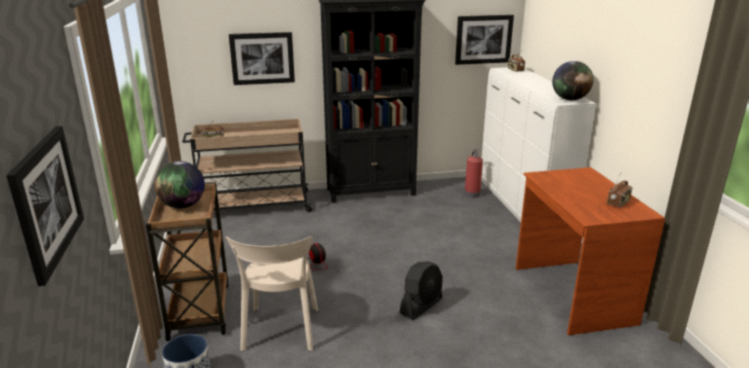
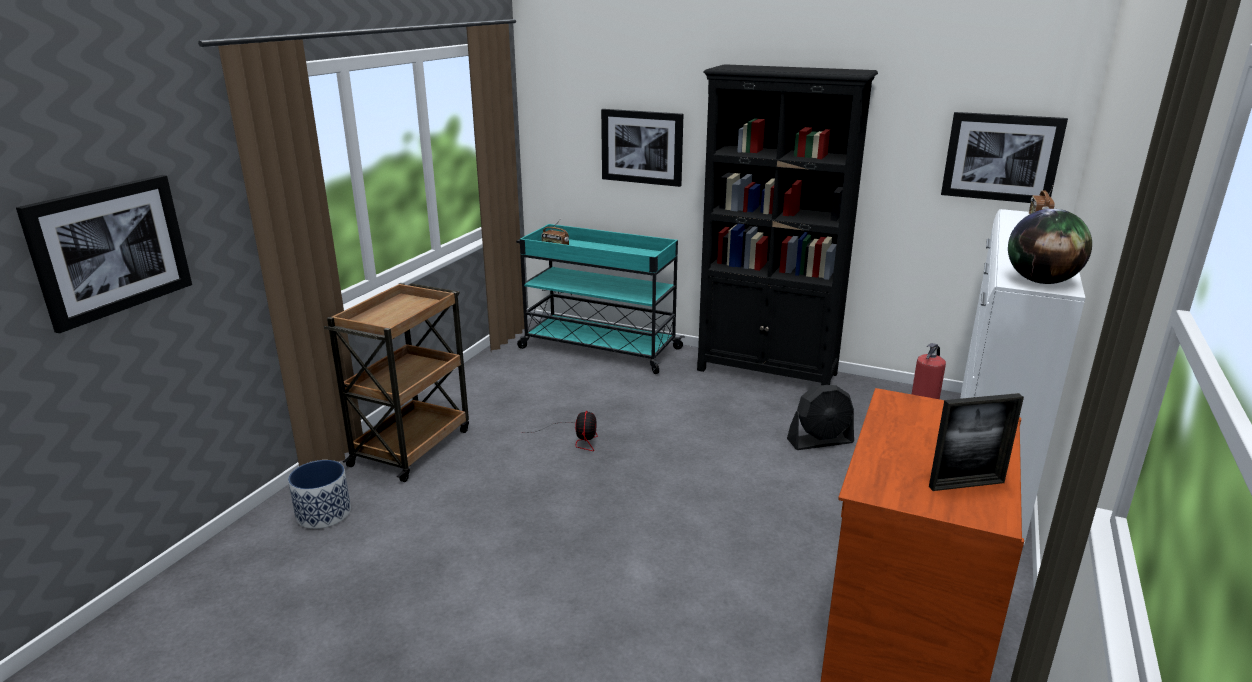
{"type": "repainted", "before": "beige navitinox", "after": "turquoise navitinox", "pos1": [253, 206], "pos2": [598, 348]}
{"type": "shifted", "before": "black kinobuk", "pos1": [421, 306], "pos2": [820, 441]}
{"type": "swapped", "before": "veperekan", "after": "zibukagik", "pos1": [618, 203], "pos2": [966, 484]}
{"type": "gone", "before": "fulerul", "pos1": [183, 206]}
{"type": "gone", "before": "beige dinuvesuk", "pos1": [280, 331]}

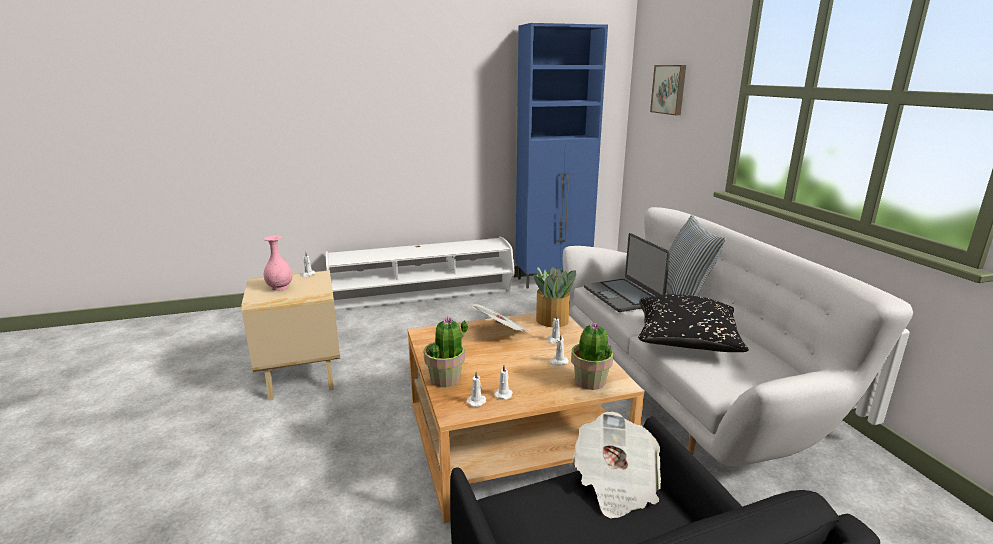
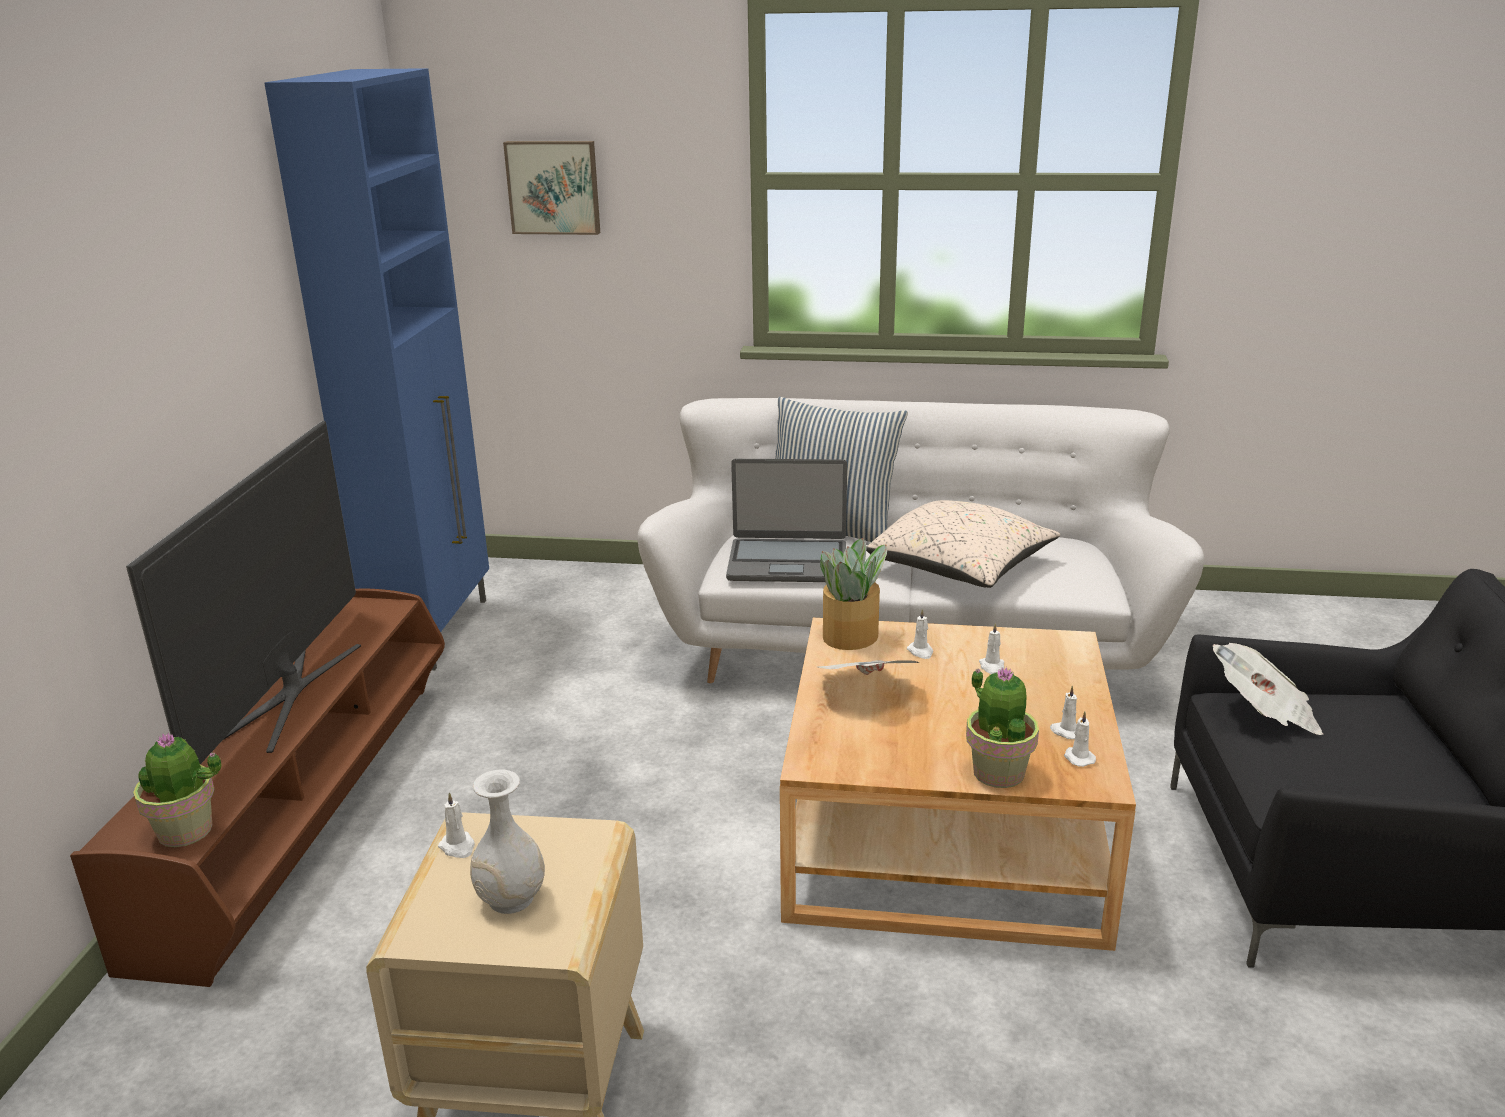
{"type": "repainted", "before": "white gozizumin", "after": "brown gozizumin", "pos1": [423, 296], "pos2": [308, 811]}
{"type": "new", "after": "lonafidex", "pos2": [287, 693]}
{"type": "shifted", "before": "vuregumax", "pos1": [590, 382], "pos2": [186, 831]}
{"type": "repainted", "before": "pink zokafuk", "after": "white zokafuk", "pos1": [280, 287], "pos2": [511, 898]}
{"type": "repainted", "before": "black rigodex", "after": "beige rigodex", "pos1": [686, 341], "pos2": [961, 568]}

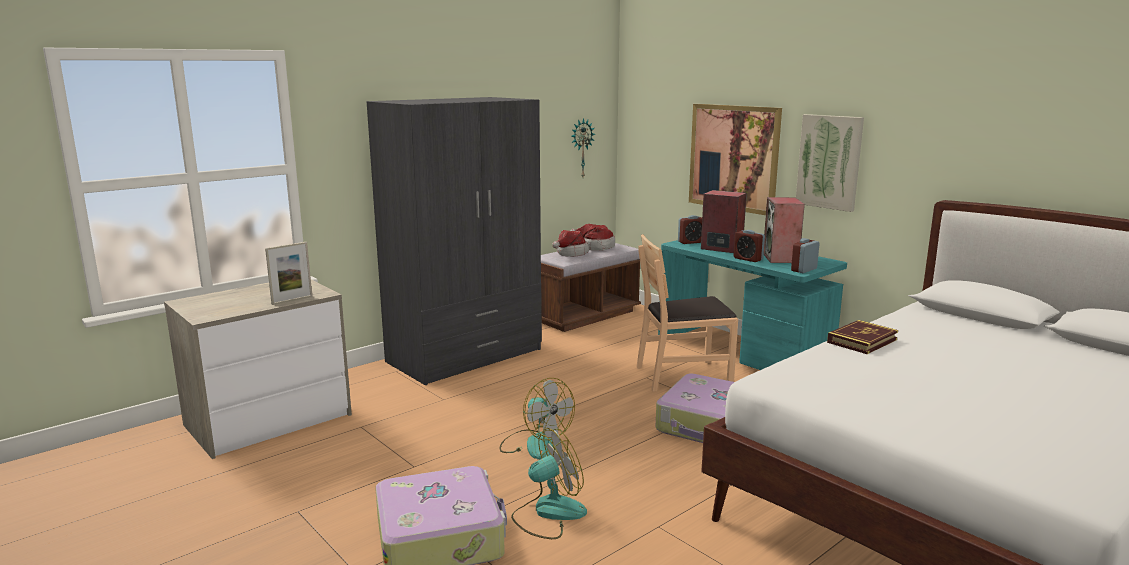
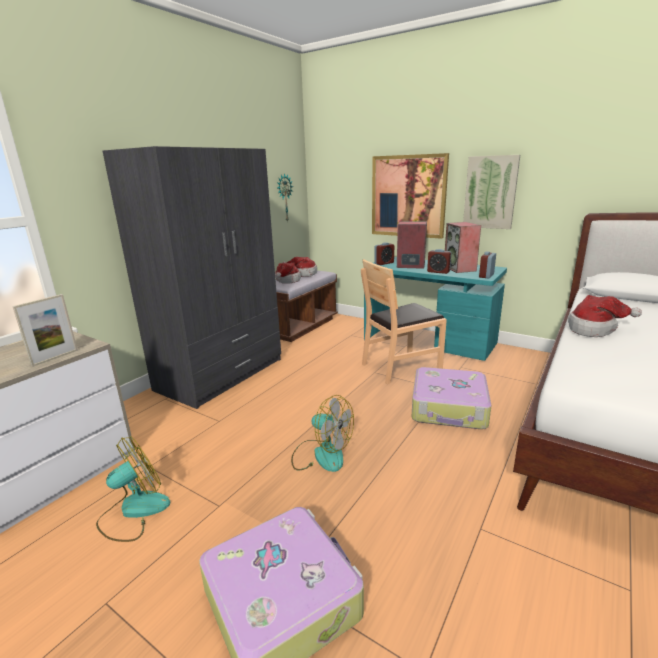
{"type": "shifted", "before": "kinobuk", "pos1": [548, 513], "pos2": [134, 511]}
{"type": "swapped", "before": "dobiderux", "after": "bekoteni", "pos1": [862, 341], "pos2": [594, 329]}

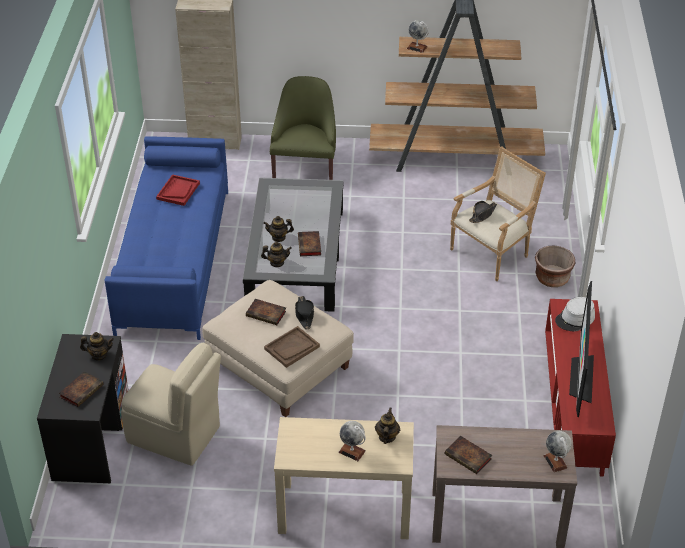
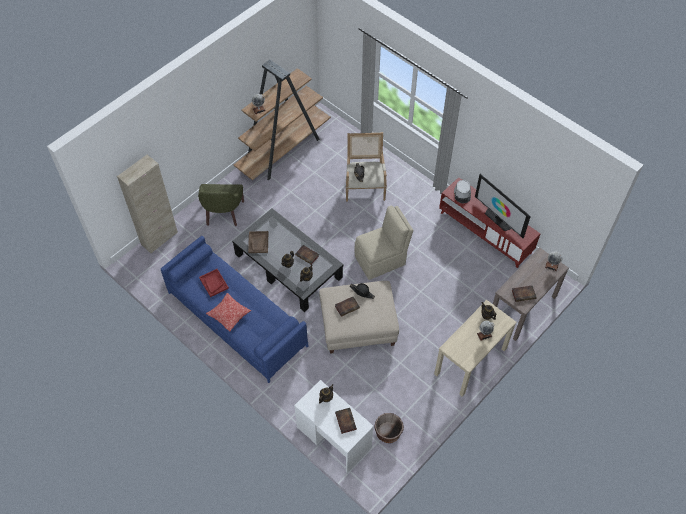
{"type": "rotated", "before": "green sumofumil", "pos1": [305, 166], "pos2": [223, 213], "turn": -135}
{"type": "new", "after": "rigodex", "pos2": [229, 315]}
{"type": "shifted", "before": "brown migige", "pos1": [292, 348], "pos2": [258, 242]}
{"type": "repainted", "before": "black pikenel", "after": "white pikenel", "pos1": [91, 438], "pos2": [333, 437]}
{"type": "shifted", "before": "beige dinuvesuk", "pos1": [175, 435], "pos2": [381, 260]}
{"type": "shifted", "before": "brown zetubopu", "pos1": [552, 278], "pos2": [388, 433]}

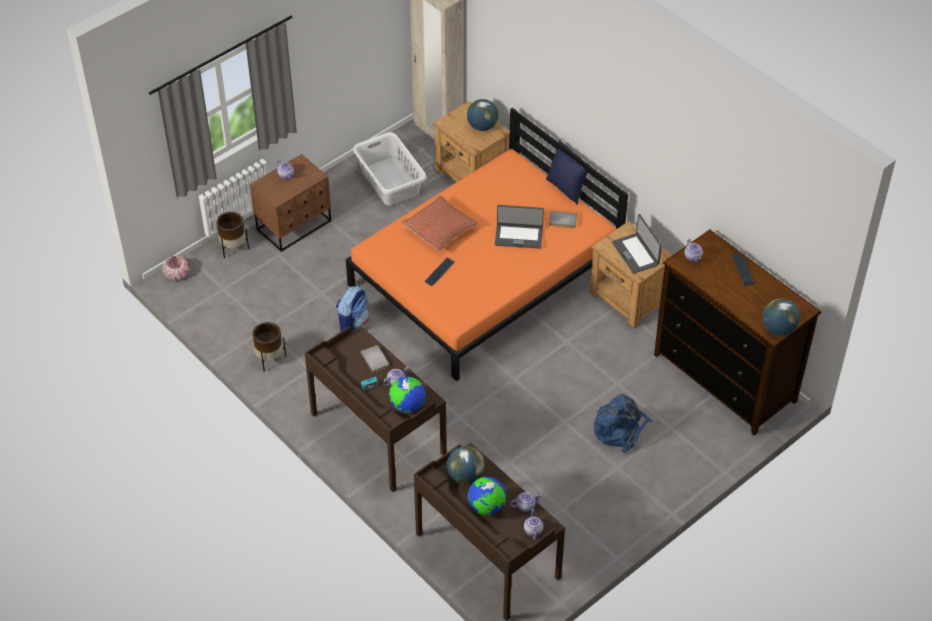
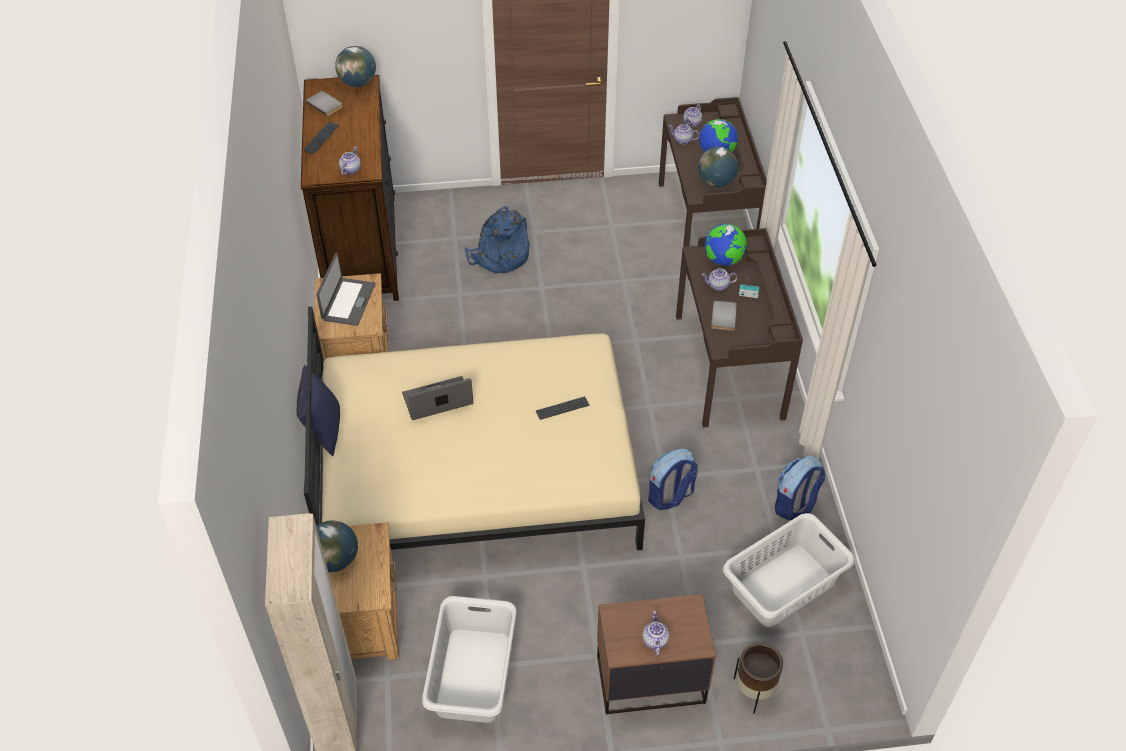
{"type": "repainted", "before": "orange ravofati", "after": "beige ravofati", "pos1": [486, 276], "pos2": [476, 470]}
{"type": "shifted", "before": "grey dobiderux", "pos1": [562, 221], "pos2": [325, 104]}
{"type": "rotated", "before": "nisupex", "pos1": [519, 236], "pos2": [438, 400], "turn": -60}
{"type": "new", "after": "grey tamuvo", "pos2": [782, 585]}
{"type": "swapped", "before": "brown zetubopu", "after": "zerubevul", "pos1": [270, 359], "pos2": [795, 505]}
{"type": "gone", "before": "pink zetubopu", "pos1": [176, 274]}
{"type": "gone", "before": "rigodex", "pos1": [439, 230]}

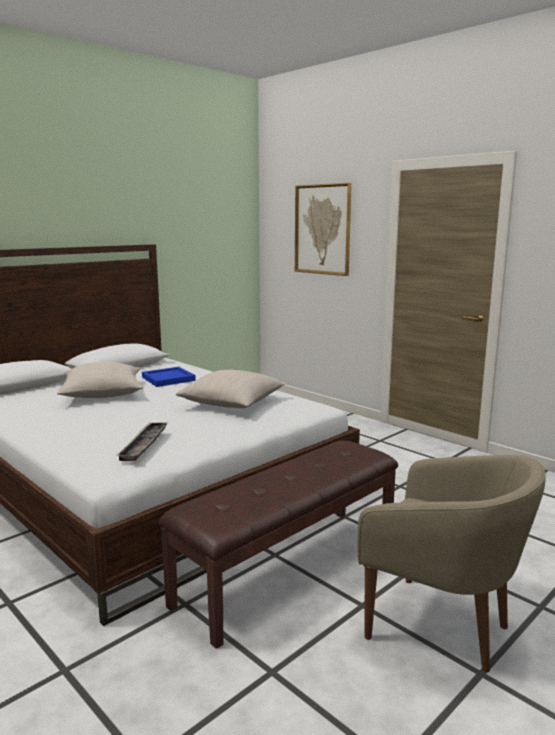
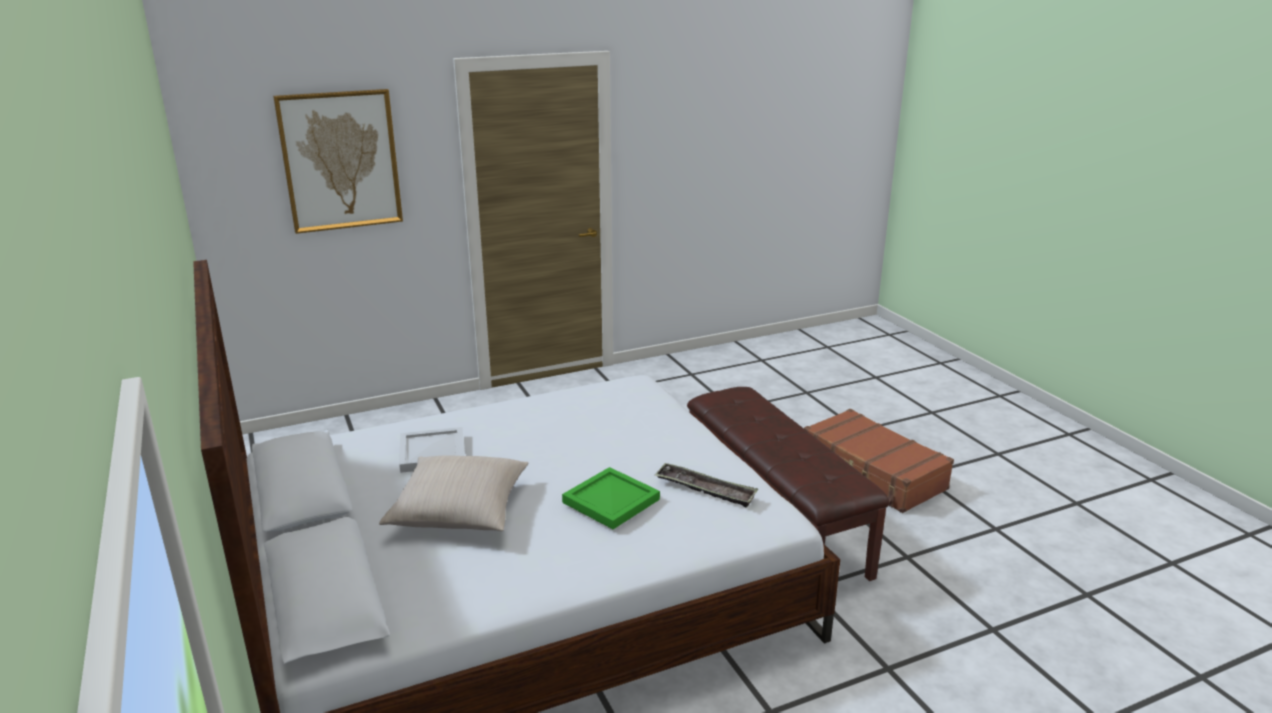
{"type": "repainted", "before": "blue migige", "after": "white migige", "pos1": [168, 378], "pos2": [431, 452]}
{"type": "new", "after": "green migige", "pos2": [611, 502]}
{"type": "swapped", "before": "beige sumofumil", "after": "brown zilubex", "pos1": [442, 627], "pos2": [872, 473]}
{"type": "gone", "before": "beige rigodex", "pos1": [232, 403]}

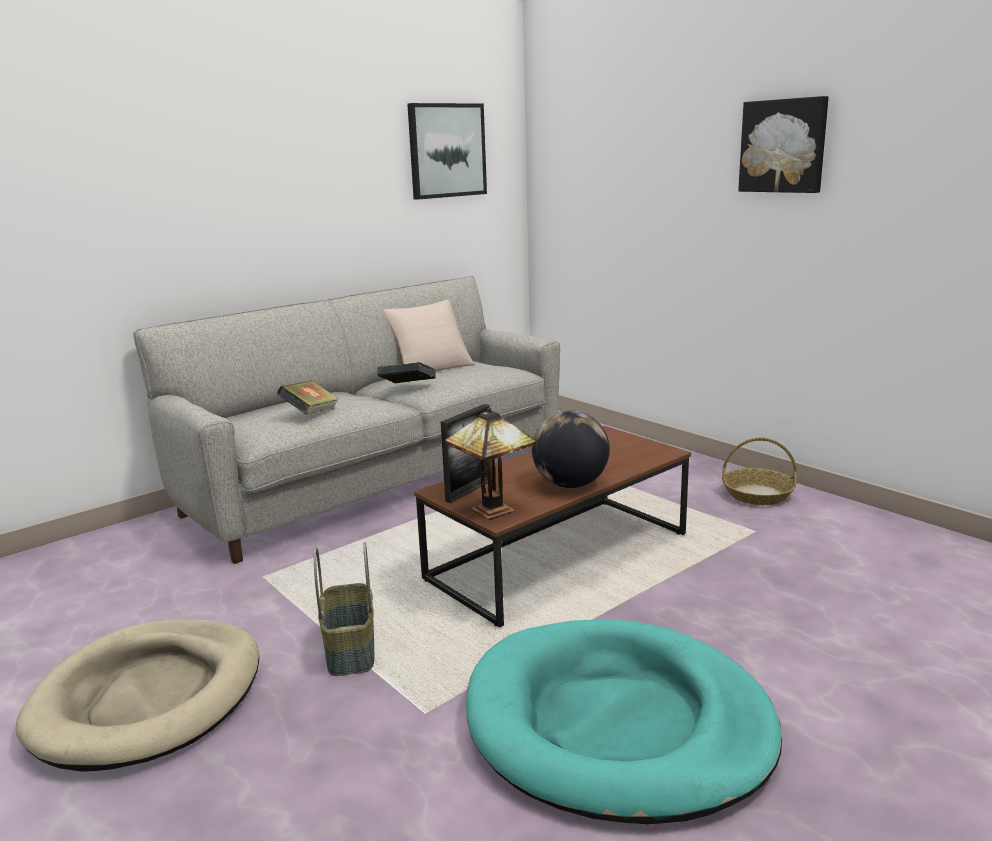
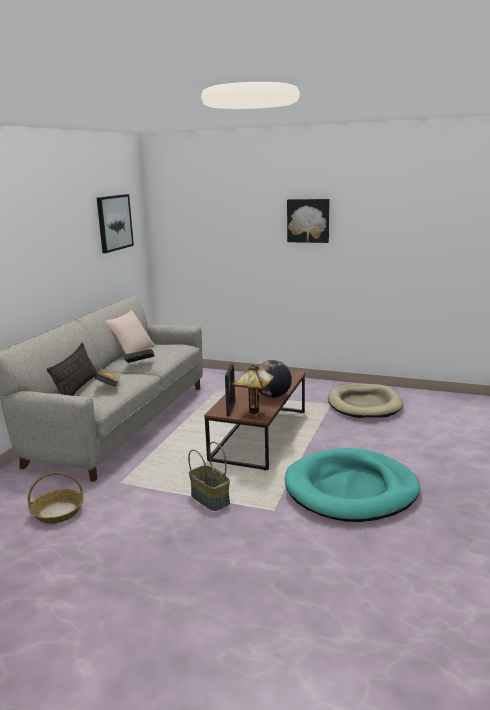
{"type": "shifted", "before": "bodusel", "pos1": [757, 494], "pos2": [58, 512]}
{"type": "new", "after": "rigodex", "pos2": [77, 389]}
{"type": "shifted", "before": "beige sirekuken", "pos1": [149, 698], "pos2": [364, 404]}

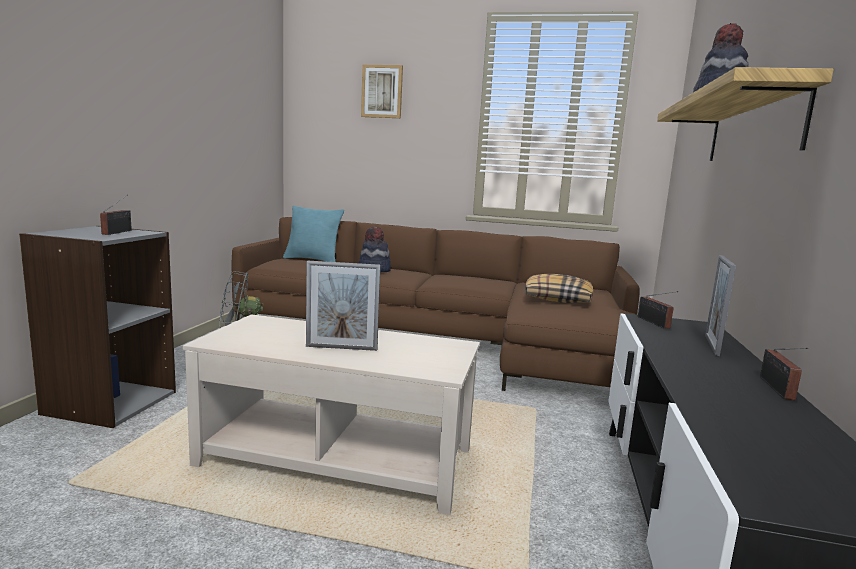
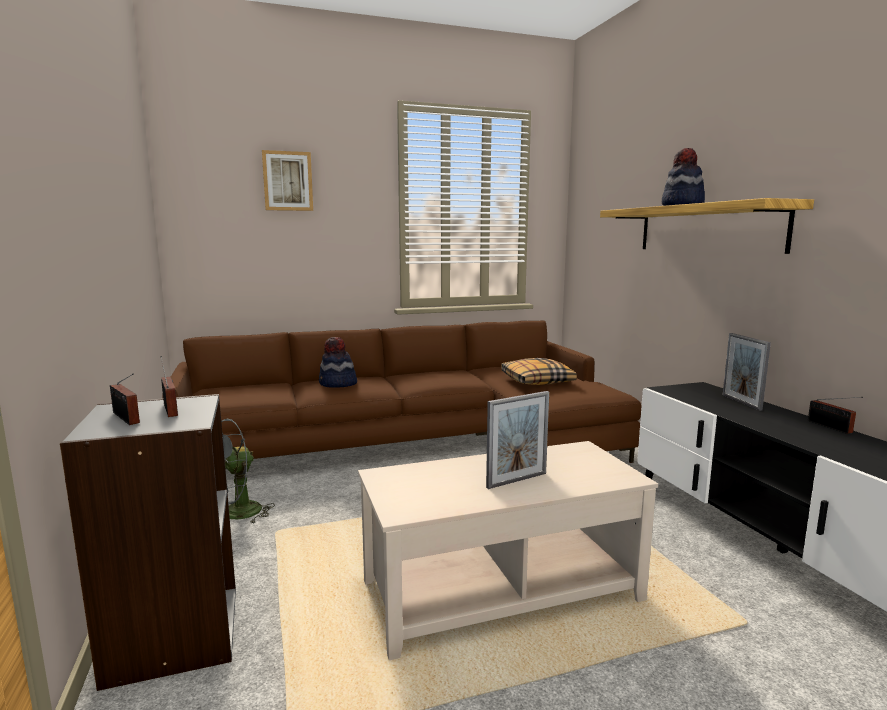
{"type": "shifted", "before": "veperekan", "pos1": [654, 323], "pos2": [126, 418]}
{"type": "gone", "before": "turquoise rigodex", "pos1": [312, 260]}

